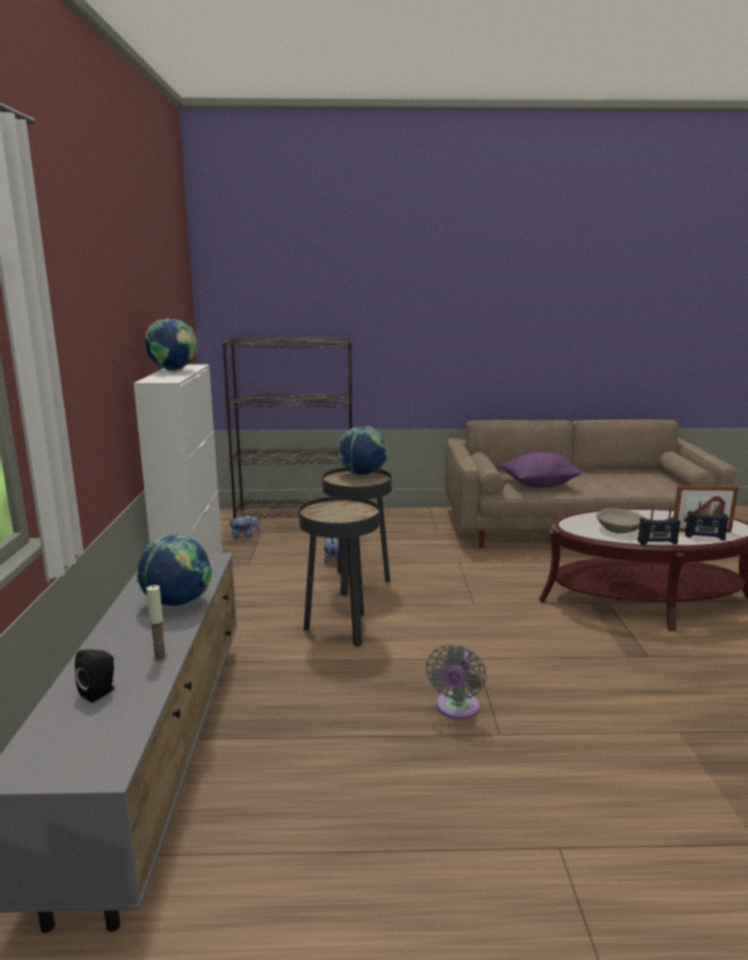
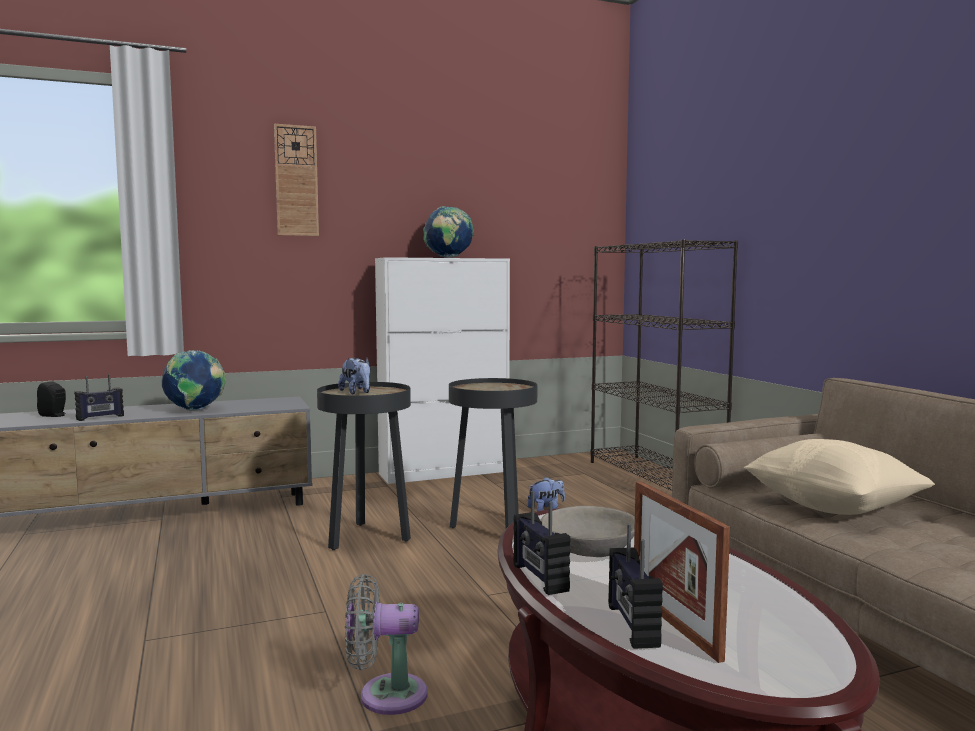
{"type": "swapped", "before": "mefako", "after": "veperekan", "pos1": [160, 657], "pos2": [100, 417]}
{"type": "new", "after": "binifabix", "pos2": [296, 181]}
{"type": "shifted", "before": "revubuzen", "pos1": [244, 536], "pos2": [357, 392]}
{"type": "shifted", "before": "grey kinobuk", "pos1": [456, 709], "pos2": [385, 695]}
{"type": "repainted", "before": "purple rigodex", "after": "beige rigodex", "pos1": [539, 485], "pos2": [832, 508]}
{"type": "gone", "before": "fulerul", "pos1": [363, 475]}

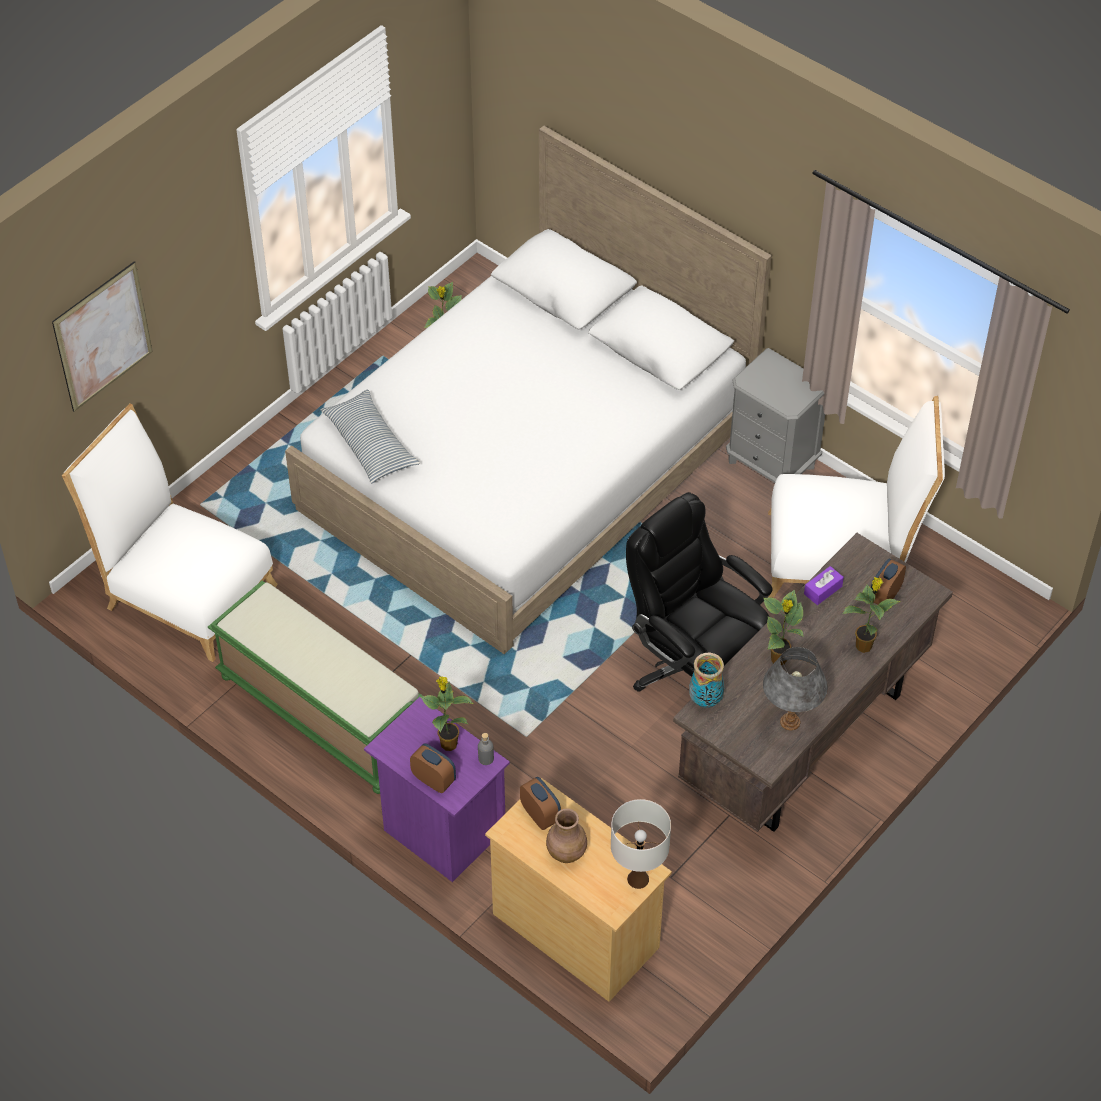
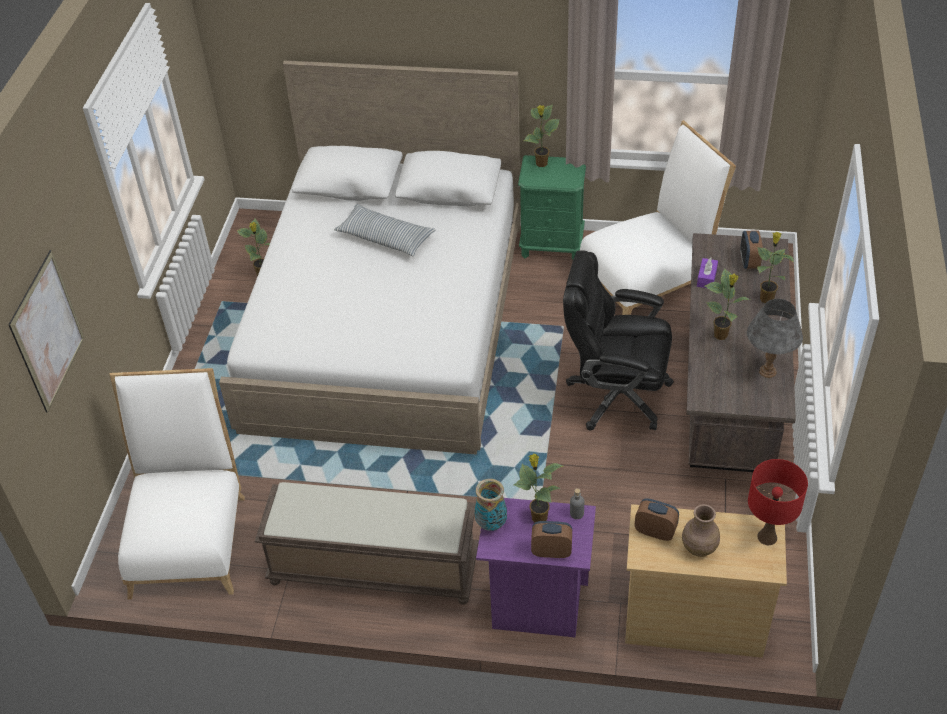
{"type": "rotated", "before": "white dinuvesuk", "pos1": [183, 591], "pos2": [189, 537], "turn": 90}
{"type": "repainted", "before": "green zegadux", "after": "brown zegadux", "pos1": [321, 713], "pos2": [372, 569]}
{"type": "shifted", "before": "rigodex", "pos1": [370, 445], "pos2": [385, 238]}
{"type": "shifted", "before": "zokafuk", "pos1": [705, 700], "pos2": [491, 524]}
{"type": "repainted", "before": "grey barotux", "after": "green barotux", "pos1": [772, 464], "pos2": [552, 245]}
{"type": "new", "after": "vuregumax", "pos2": [541, 164]}
{"type": "repainted", "before": "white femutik", "after": "red femutik", "pos1": [638, 879], "pos2": [767, 537]}

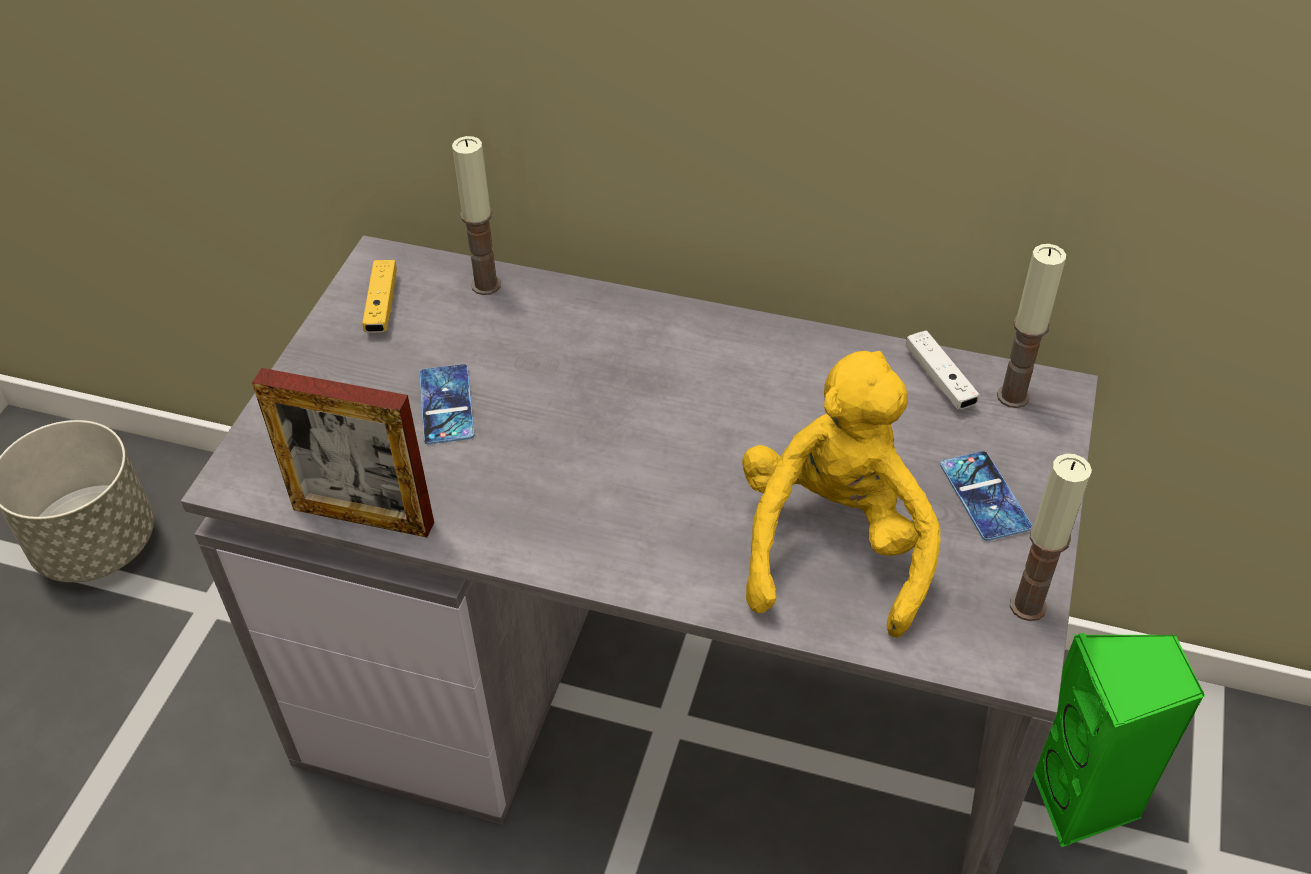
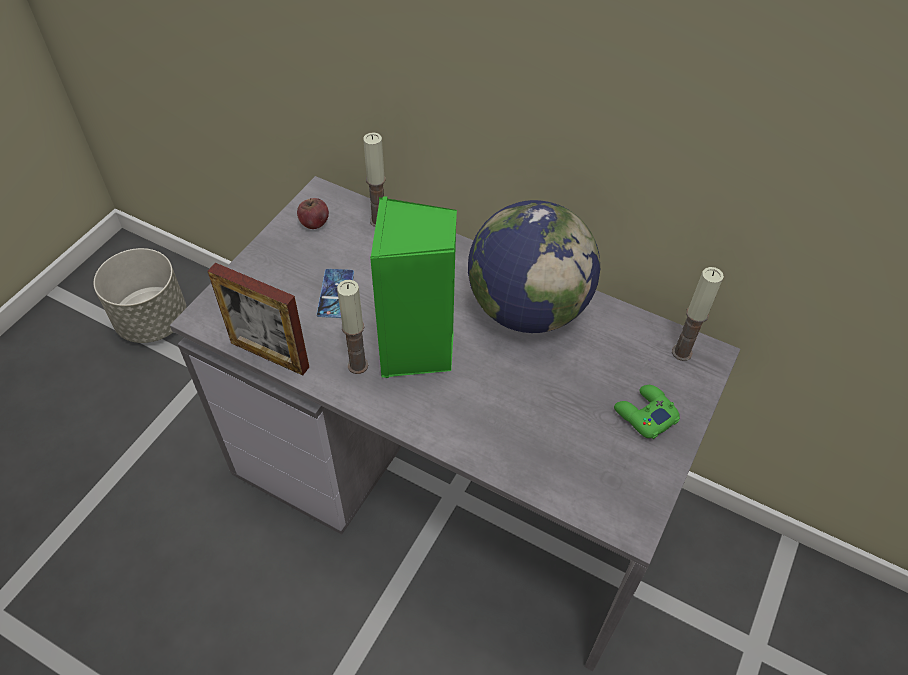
{"type": "swapped", "before": "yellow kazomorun", "after": "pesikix", "pos1": [382, 305], "pos2": [314, 223]}
{"type": "shifted", "before": "mefako", "pos1": [1027, 605], "pos2": [358, 365]}
{"type": "shifted", "before": "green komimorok", "pos1": [1084, 798], "pos2": [417, 351]}
{"type": "new", "after": "fulerul", "pos2": [527, 308]}
{"type": "swapped", "before": "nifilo", "after": "green kazomorun", "pos1": [984, 496], "pos2": [644, 415]}
{"type": "gone", "before": "yellow revubuzen", "pos1": [834, 545]}
{"type": "gone", "before": "white kazomorun", "pos1": [939, 379]}

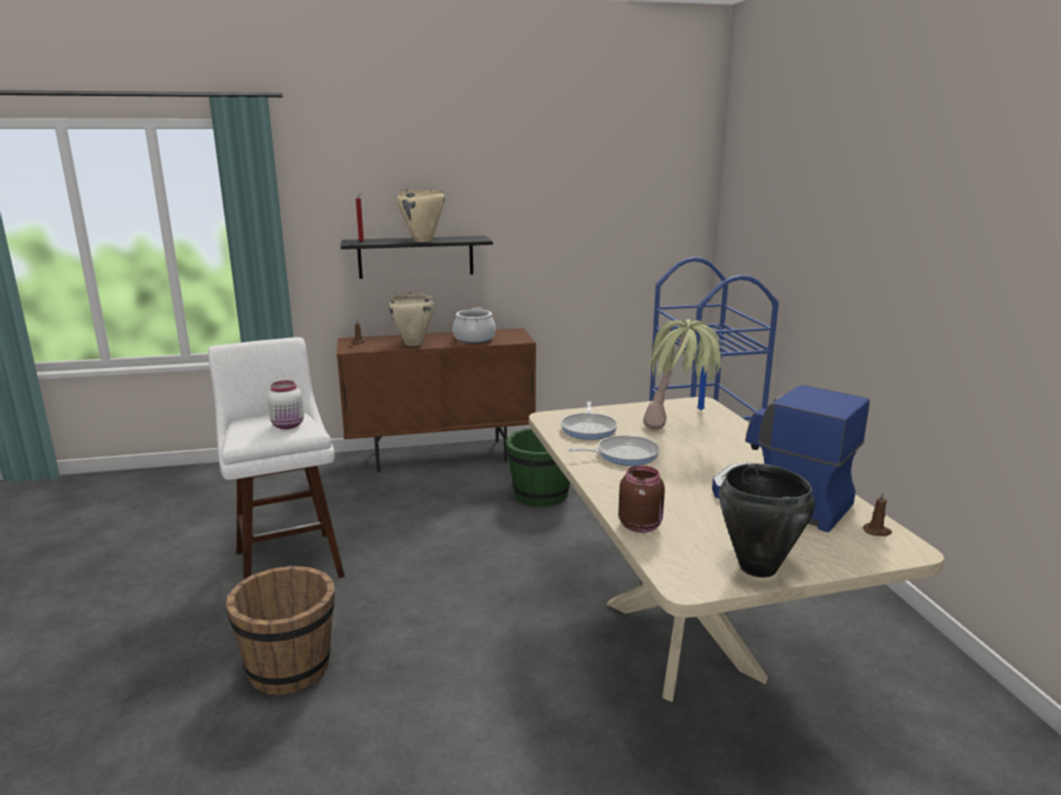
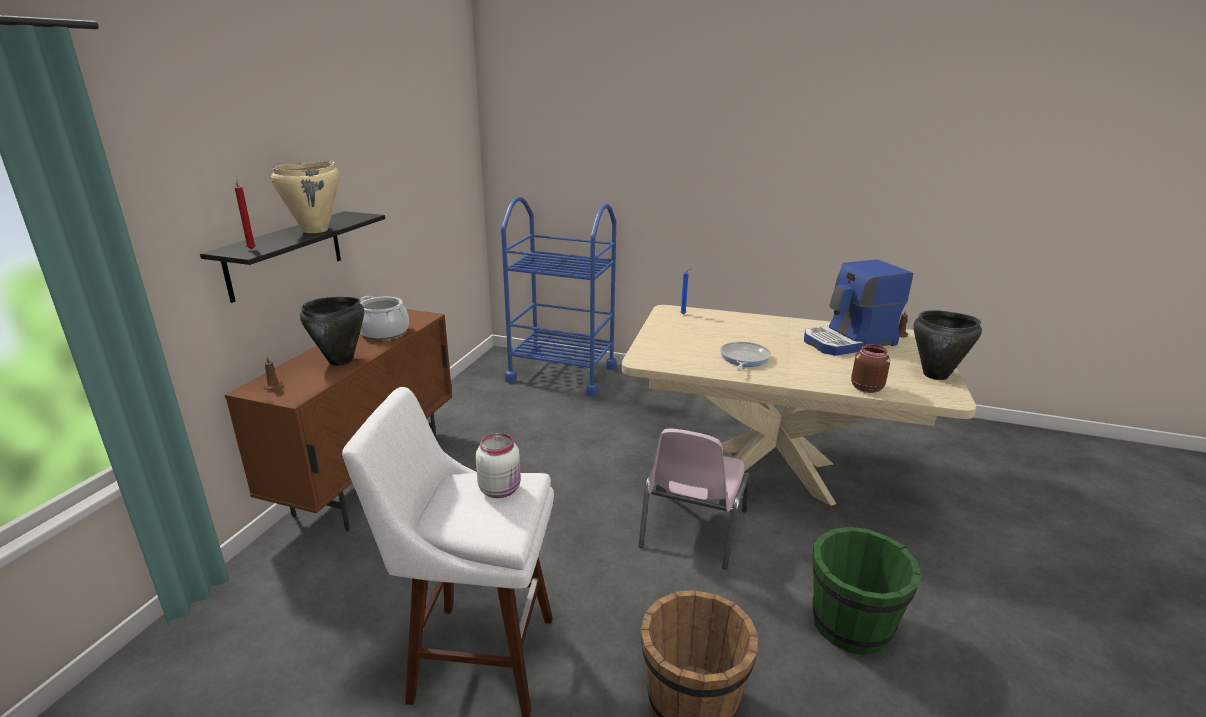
{"type": "repainted", "before": "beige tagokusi", "after": "black tagokusi", "pos1": [413, 343], "pos2": [341, 361]}
{"type": "new", "after": "pink dinuvesuk", "pos2": [691, 529]}
{"type": "shifted", "before": "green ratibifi", "pos1": [540, 495], "pos2": [850, 625]}
{"type": "gone", "before": "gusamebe", "pos1": [589, 428]}
{"type": "gone", "before": "vuregumax", "pos1": [679, 432]}

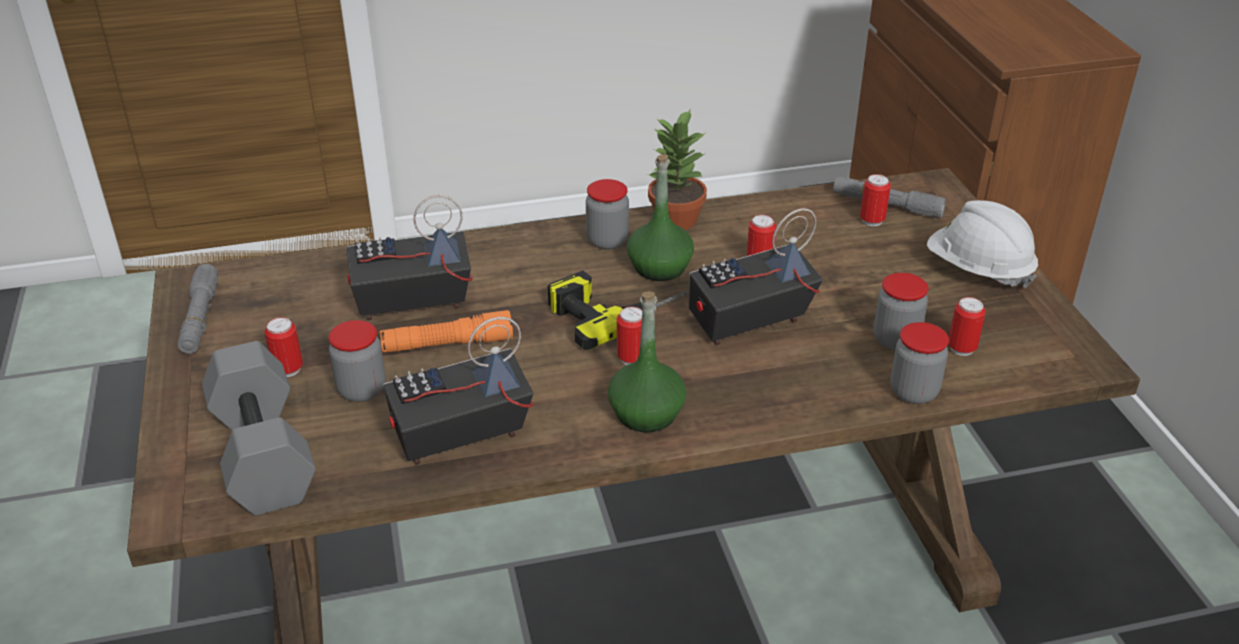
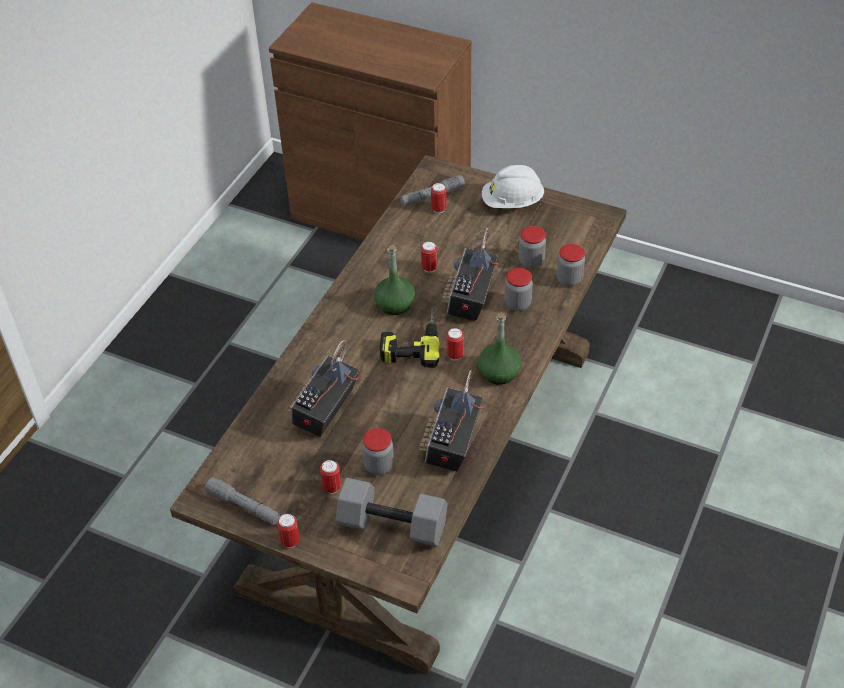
{"type": "shifted", "before": "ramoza", "pos1": [961, 348], "pos2": [290, 541]}
{"type": "shifted", "before": "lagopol", "pos1": [607, 241], "pos2": [517, 304]}
{"type": "gone", "before": "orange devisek", "pos1": [447, 344]}
{"type": "gone", "before": "vuregumax", "pos1": [675, 220]}

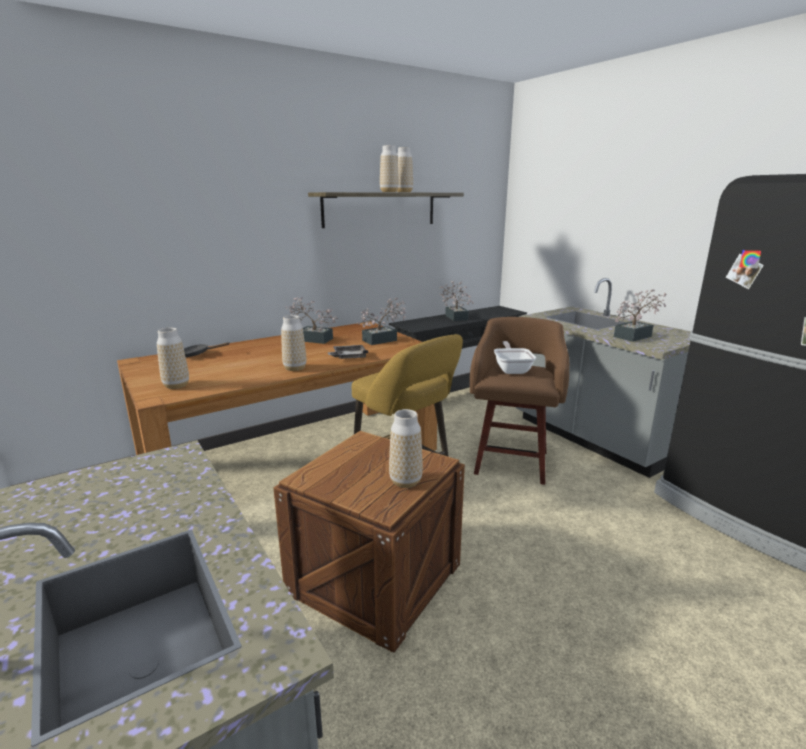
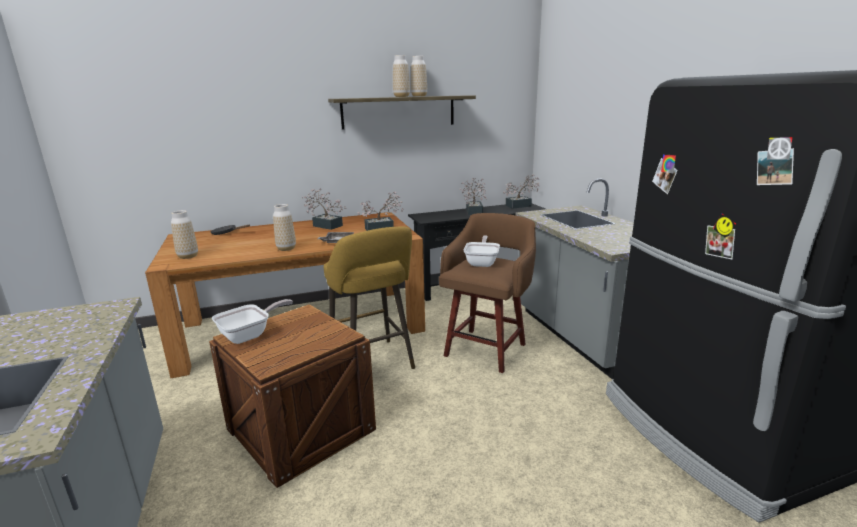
{"type": "new", "after": "gusamebe", "pos2": [250, 335]}
{"type": "shifted", "before": "vuregumax", "pos1": [635, 336], "pos2": [521, 205]}
{"type": "gone", "before": "zokafuk", "pos1": [405, 481]}

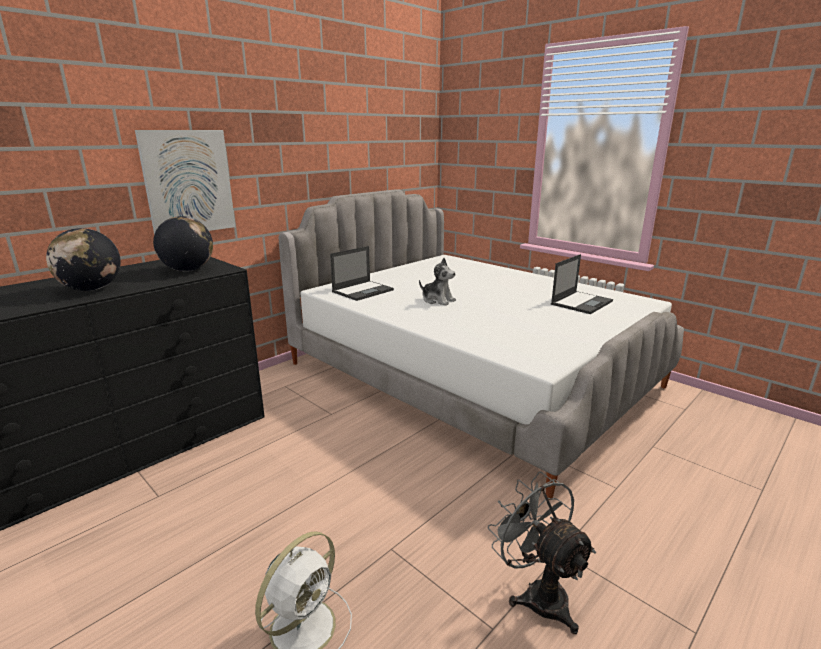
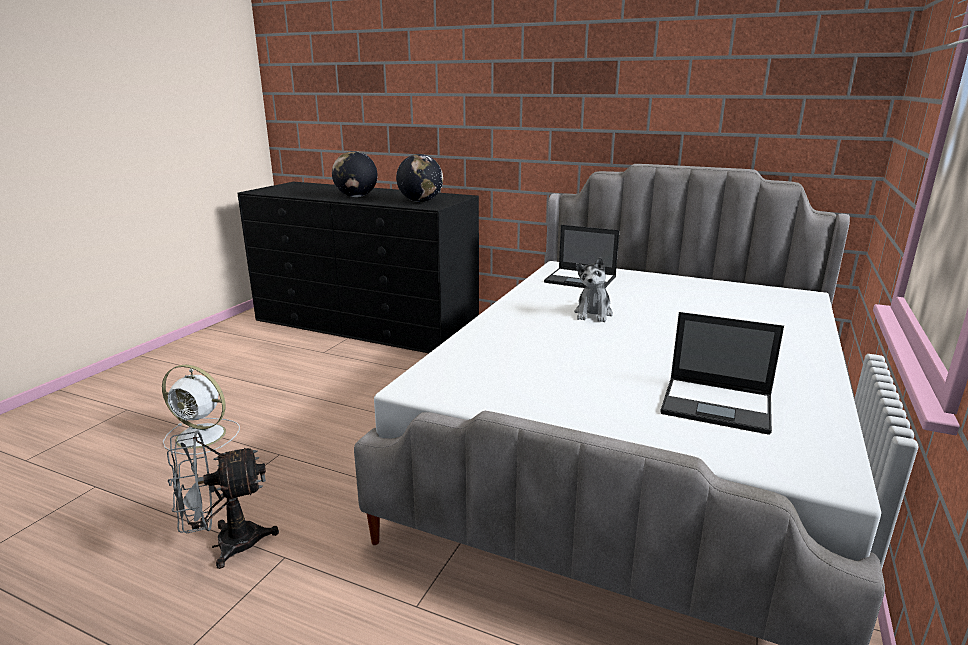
{"type": "rotated", "before": "grey kinobuk", "pos1": [538, 593], "pos2": [226, 544], "turn": -150}
{"type": "gone", "before": "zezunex", "pos1": [188, 182]}

